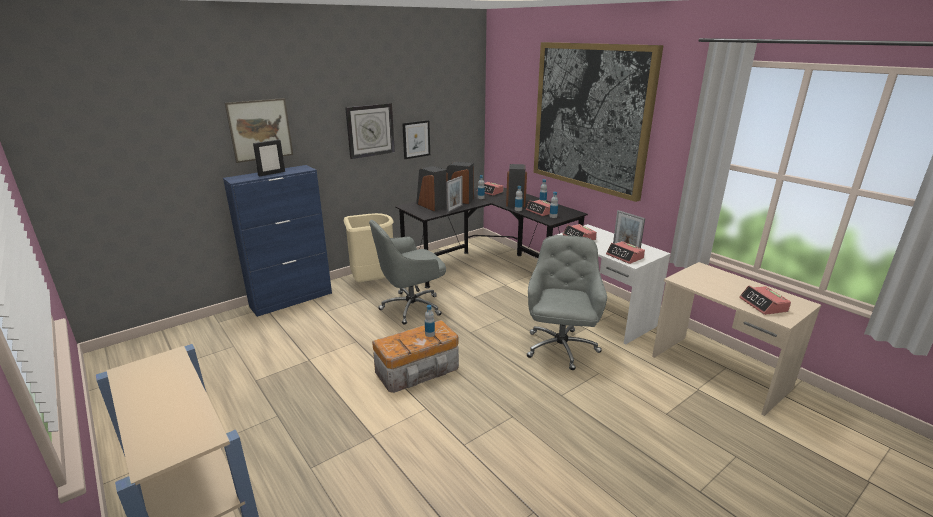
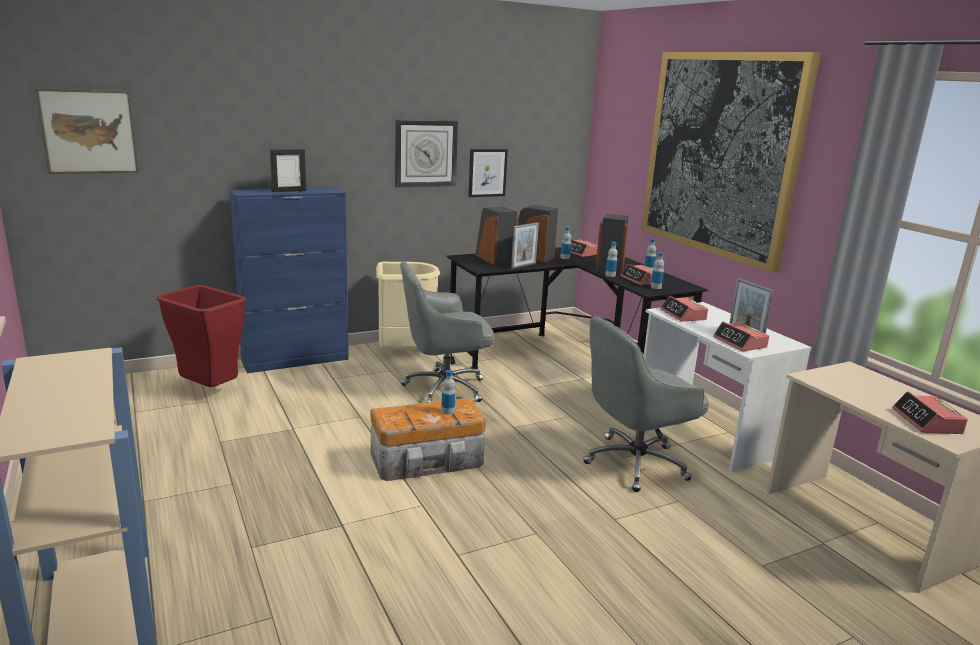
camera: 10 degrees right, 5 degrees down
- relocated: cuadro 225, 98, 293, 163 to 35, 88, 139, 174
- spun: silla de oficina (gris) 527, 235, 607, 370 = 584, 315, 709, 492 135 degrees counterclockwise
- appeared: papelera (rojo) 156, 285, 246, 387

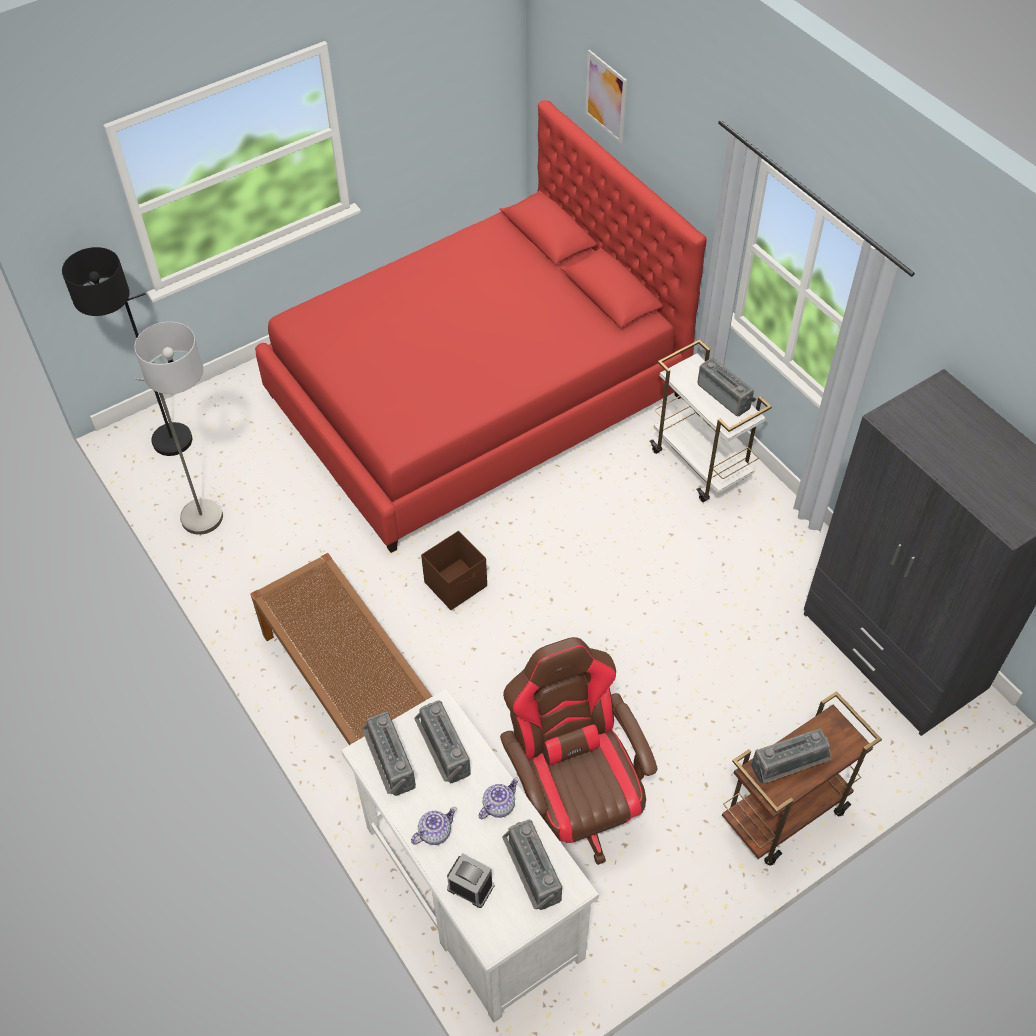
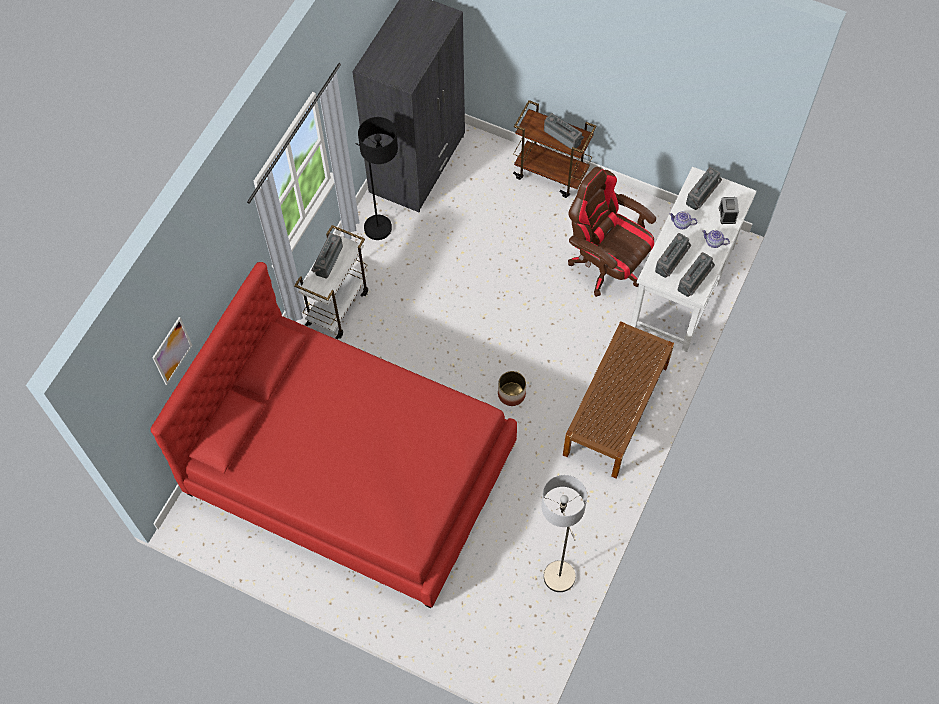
camera: 120 degrees left, 10 degrees up
- relocated: lámpara de pie (negro) 62, 247, 192, 456 to 356, 117, 398, 240
- exchanged: caja de almacenaje (marrón) 421, 531, 487, 610 to maceta 498, 371, 526, 406
- spun: silla de oficina (marrón) 500, 637, 658, 865 = 568, 167, 656, 297 90 degrees clockwise

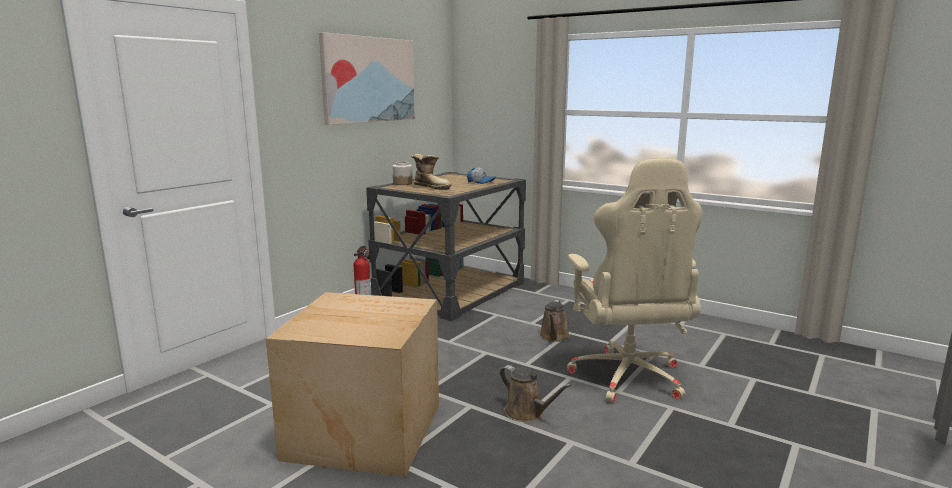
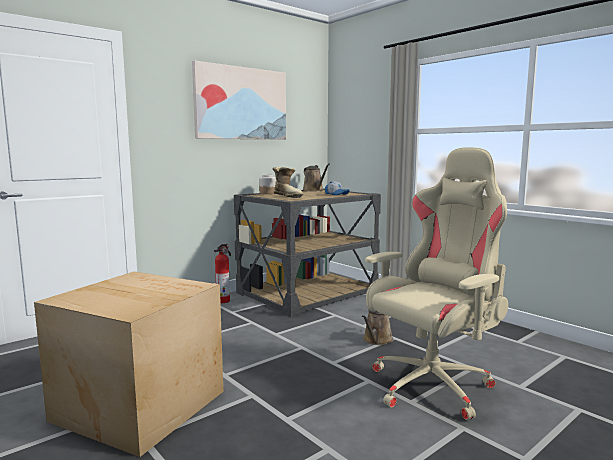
camera: 15 degrees right, 5 degrees down
- relocated: regadera (marrón) 500, 365, 571, 422 to 303, 164, 330, 191
- spun: silla de oficina (beis) 567, 158, 702, 403 = 365, 147, 508, 420 135 degrees counterclockwise

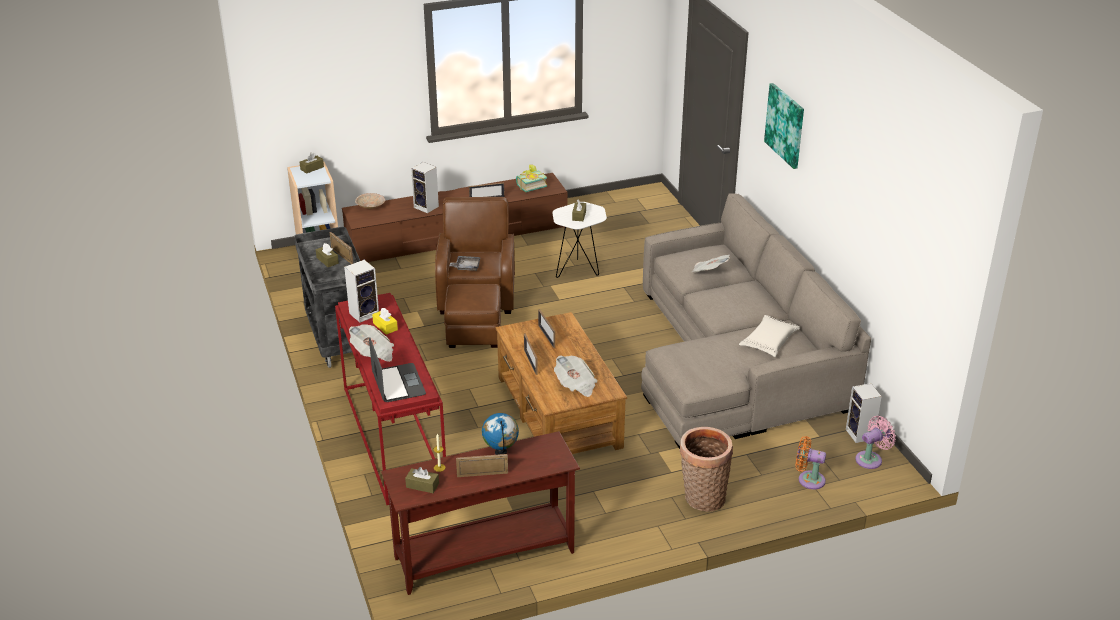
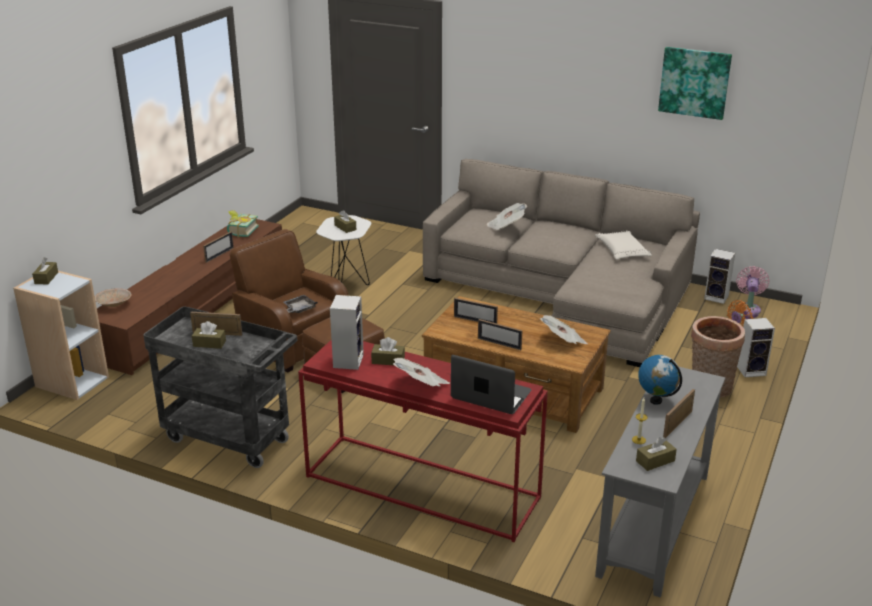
camera: 45 degrees left, 5 degrees down
- colour: caja de pañuelos (amarillo) 372, 308, 398, 335 to caja de pañuelos (marrón) 371, 337, 405, 366
- colour: mesa consola (marrón) 381, 431, 580, 595 to mesa consola (gris) 595, 367, 725, 598
- relocated: altavoz 411, 162, 439, 213 to 737, 318, 775, 377
- relocated: cuadro 764, 83, 804, 169 to 658, 47, 732, 120

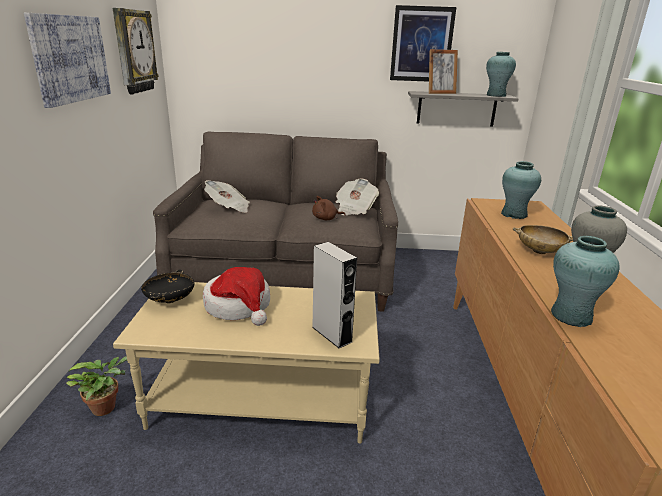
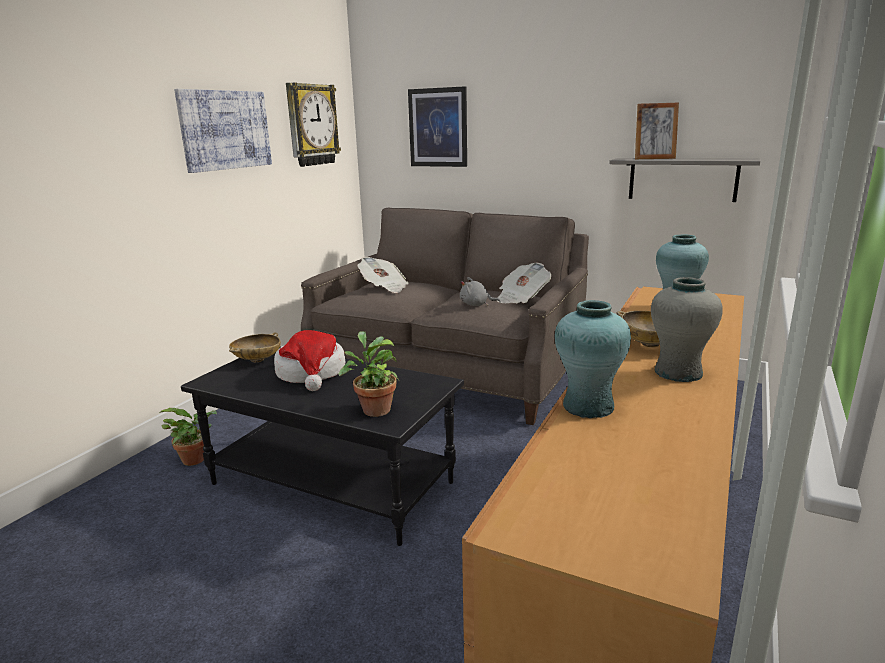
camera: 25 degrees right, 5 degrees down
- colour: mesa de centro (beis) 113, 282, 380, 444 to mesa de centro (negro) 181, 347, 464, 546
- colour: cuenco (negro) 141, 269, 194, 303 to cuenco (beis) 229, 332, 281, 362
- colour: peluche (marrón) 312, 196, 346, 220 to peluche (gris) 460, 277, 501, 306
- exchanged: altavoz (gris) 312, 242, 357, 348 to planta en maceta 338, 331, 399, 417
- relocated: cuadro 390, 5, 456, 82 to 408, 86, 467, 167
- missing: florero (turquesa) 486, 52, 516, 97

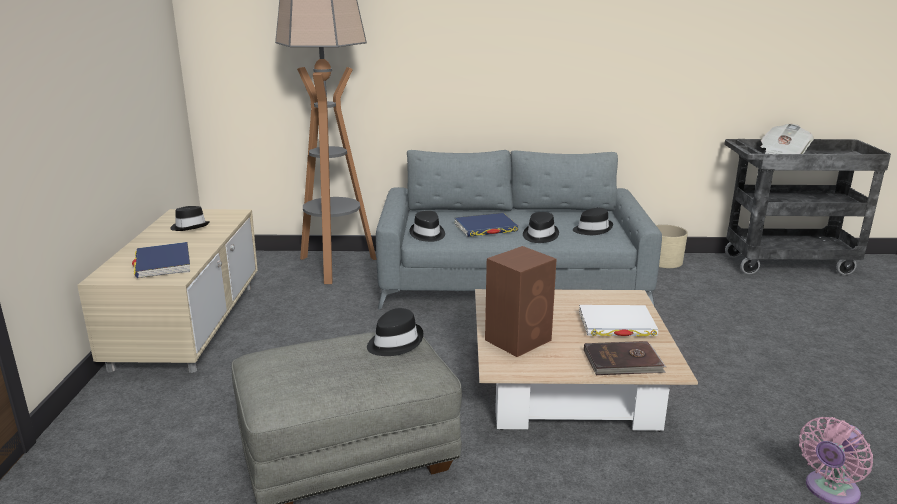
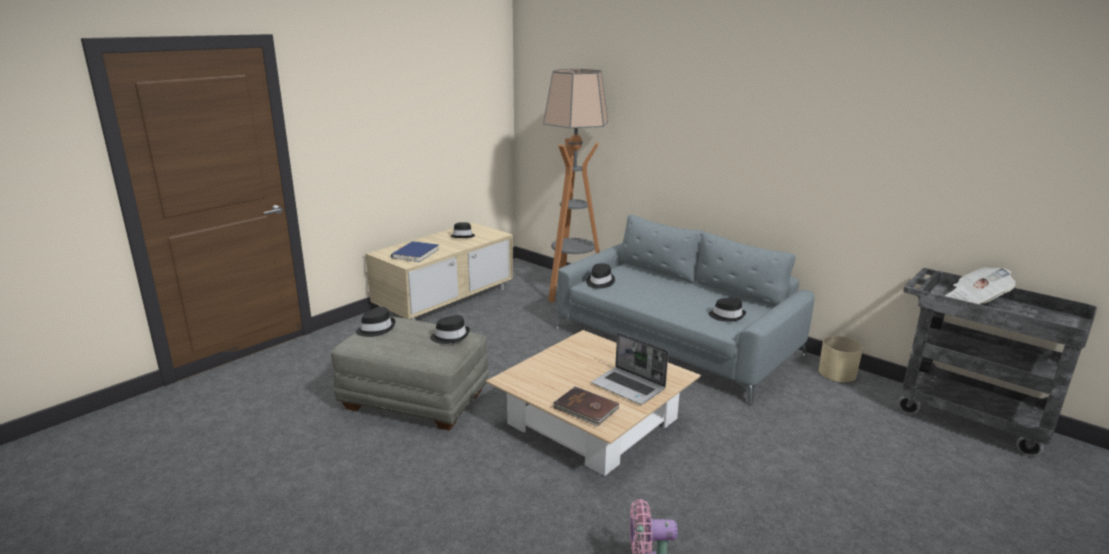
camera: 40 degrees right, 0 degrees up
- missing: libro (azul) 455, 213, 518, 237
- missing: altavoz (marrón) 485, 246, 557, 357
- relocated: sombrero (negro) 523, 212, 559, 243 to 356, 307, 395, 337
- exchanged: libro (blanco) 579, 305, 658, 337 to portátil 591, 332, 668, 405

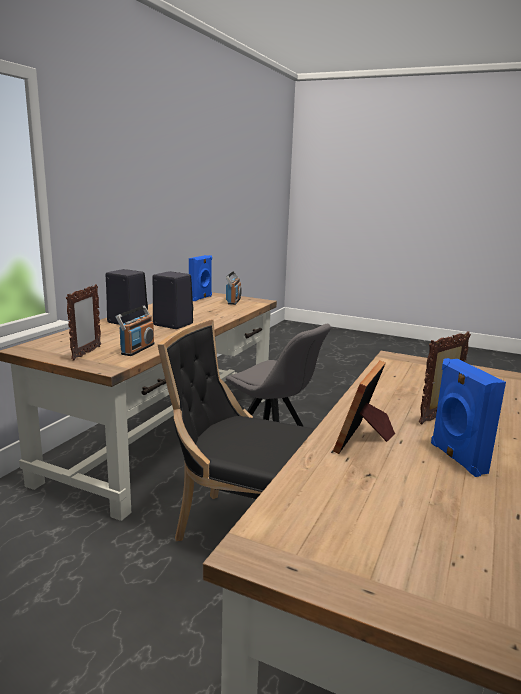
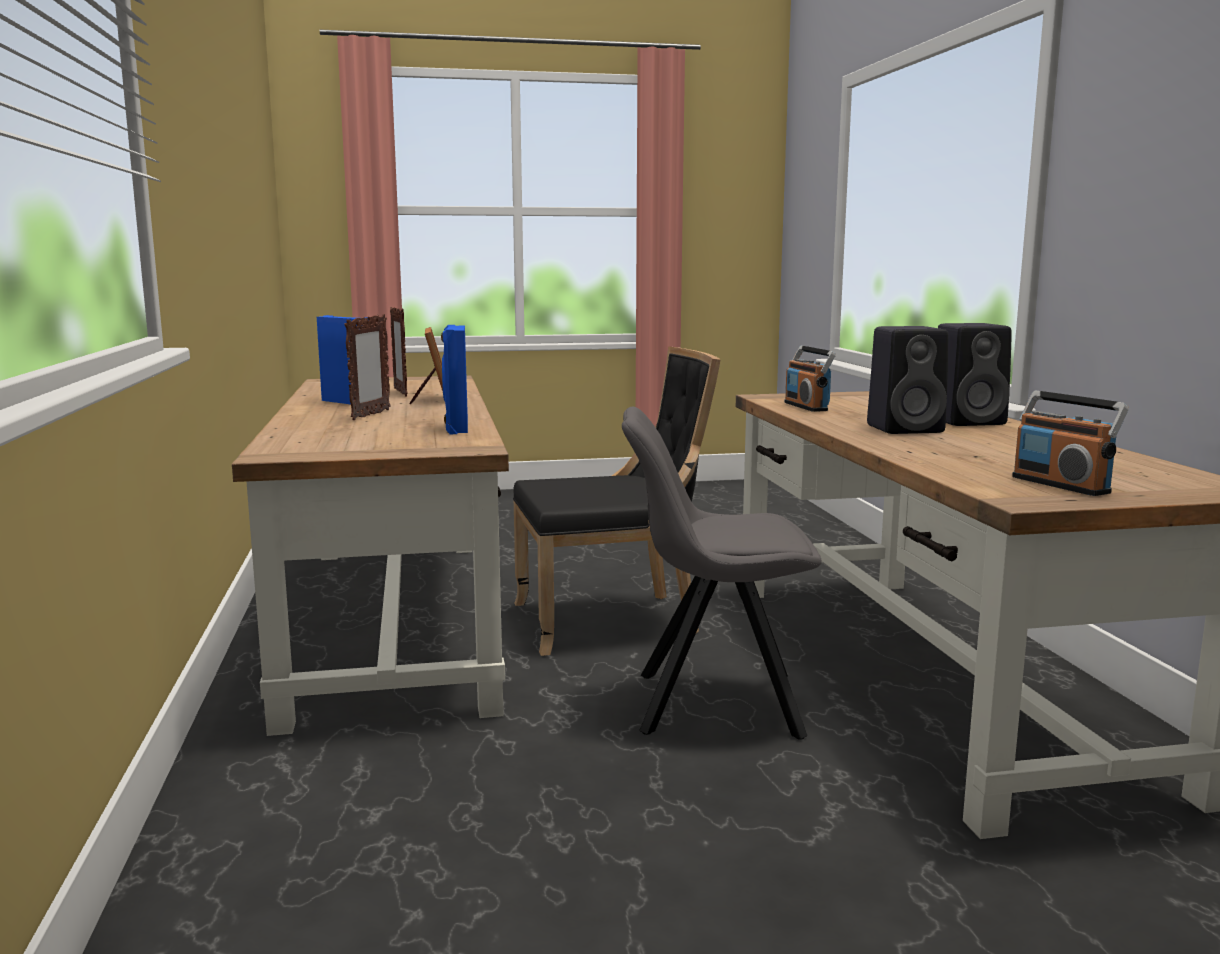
camera: 145 degrees right, 5 degrees down
- relocated: portarretratos 66, 284, 101, 361 to 390, 307, 408, 397
- relocated: altavoz (azul) 189, 255, 212, 301 to 441, 325, 468, 434

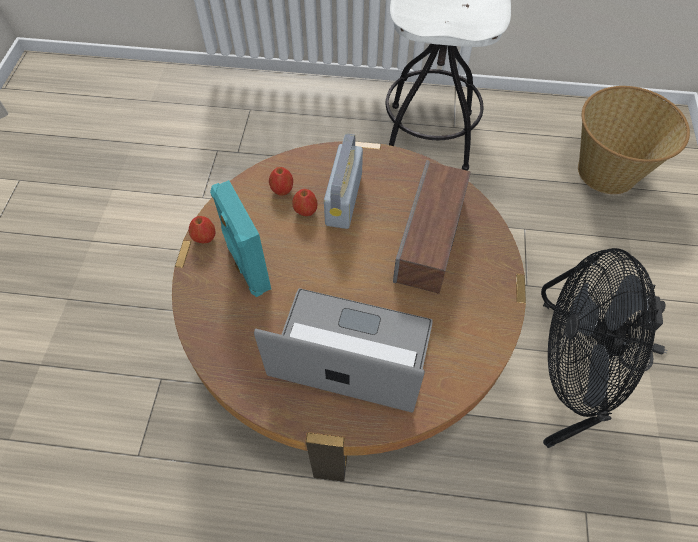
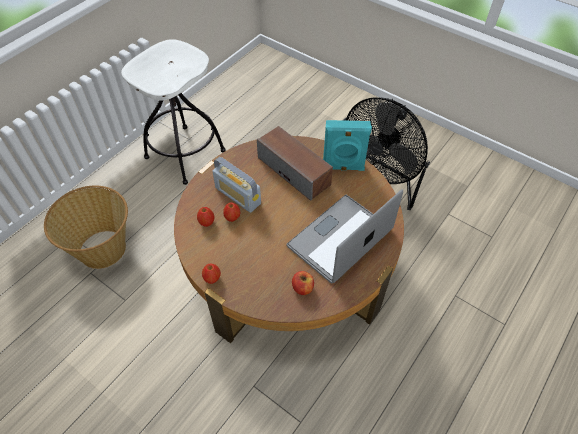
camera: 60 degrees left, 5 degrees down
- relocated: altavoz (turquesa) 210, 180, 271, 297 to 323, 120, 372, 171
- relocated: cesta 578, 86, 690, 194 to 44, 186, 128, 269
- appeared: manzana 292, 271, 314, 295

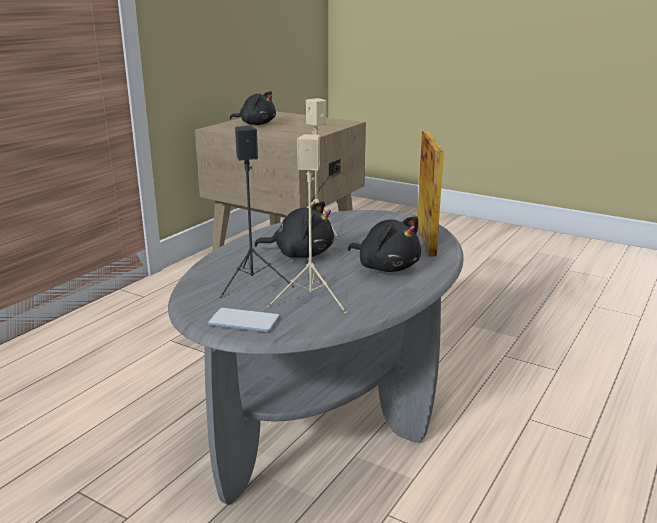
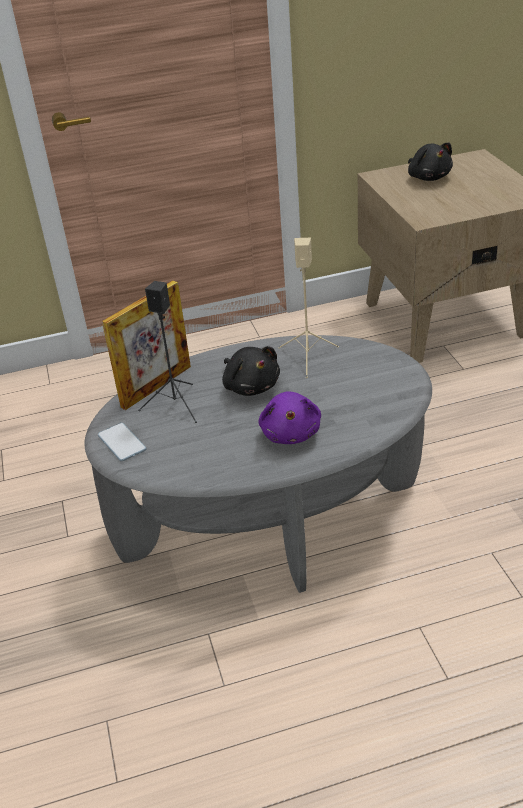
camera: 45 degrees right, 15 degrees up
- missing: altavoz (beis) 267, 134, 347, 313
- colour: peluche (negro) 348, 216, 421, 272 to peluche (morado) 259, 391, 321, 444
- relocated: portarretratos 418, 131, 444, 256 to 102, 280, 191, 410

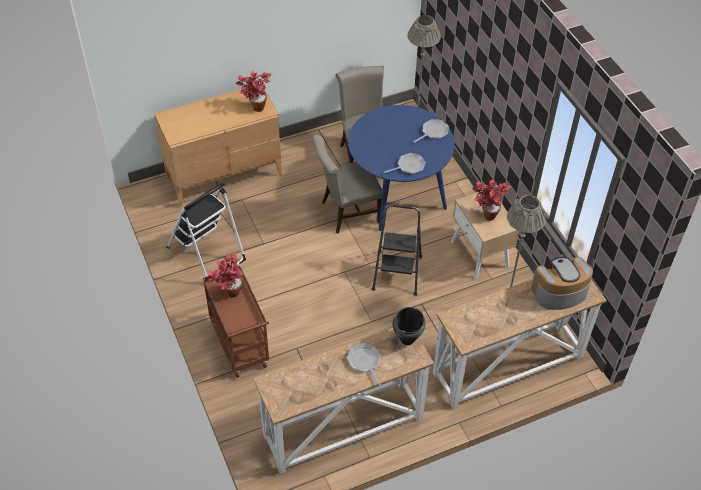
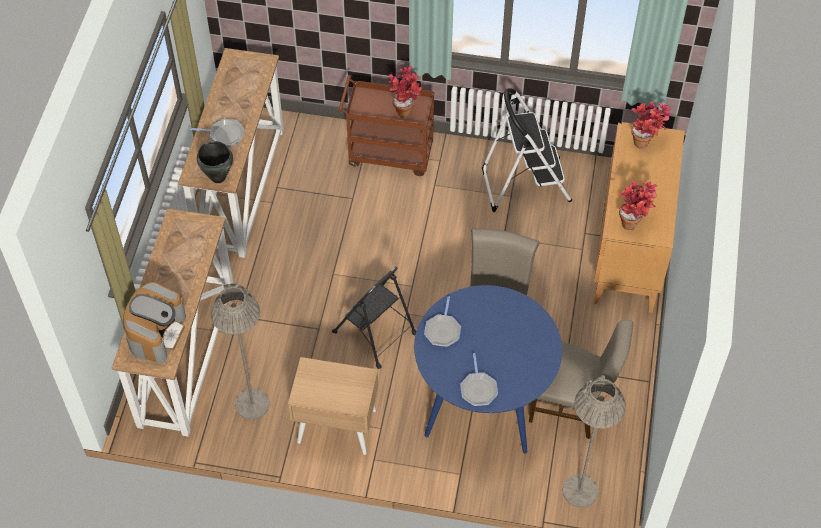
camera: 125 degrees right, 5 degrees up
- relocated: planta en maceta 472, 179, 511, 221 to 631, 102, 671, 148

